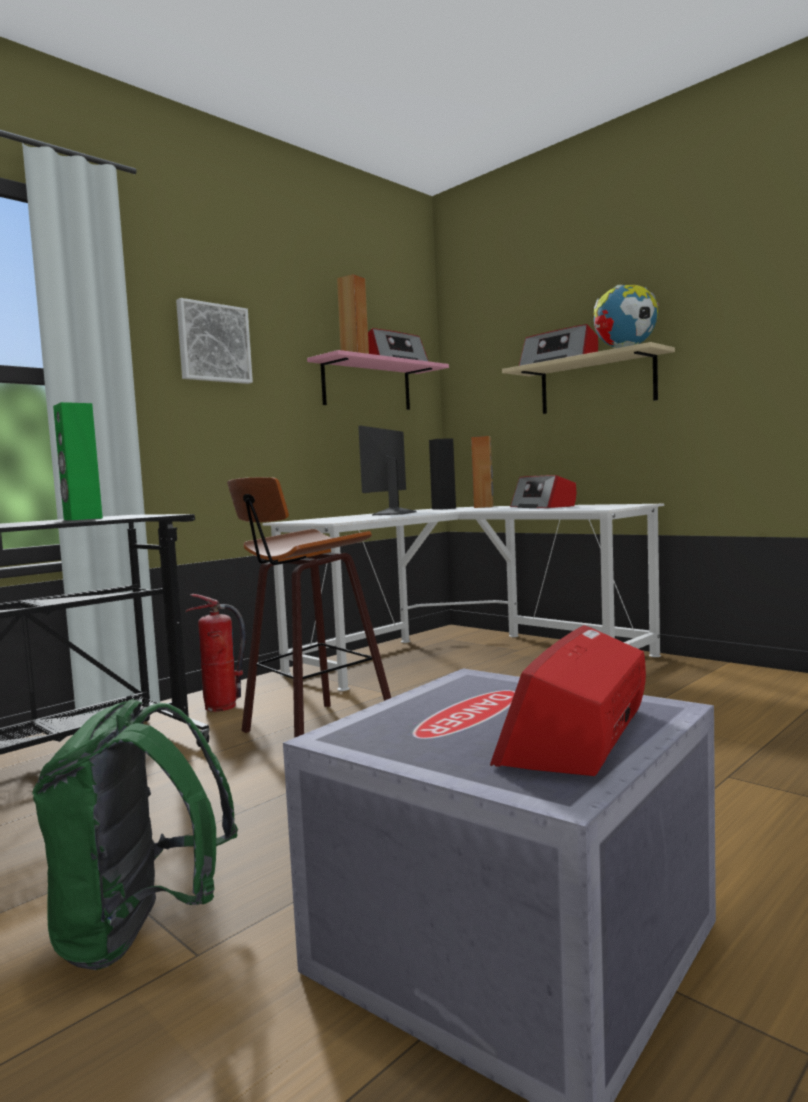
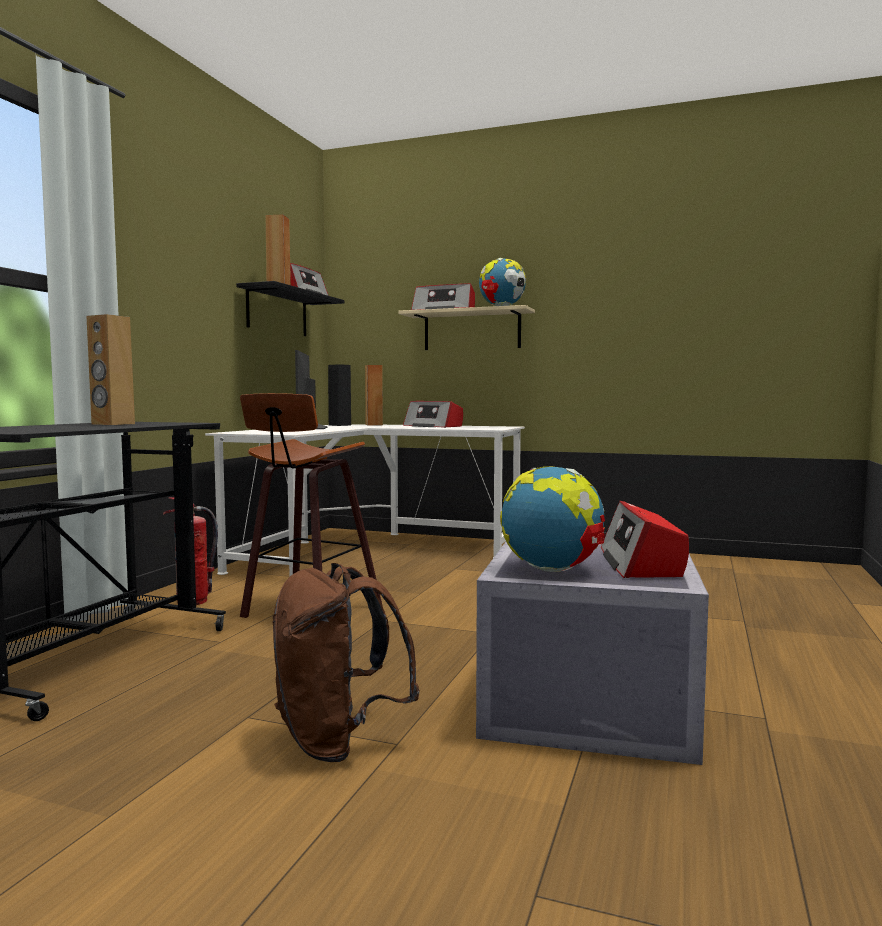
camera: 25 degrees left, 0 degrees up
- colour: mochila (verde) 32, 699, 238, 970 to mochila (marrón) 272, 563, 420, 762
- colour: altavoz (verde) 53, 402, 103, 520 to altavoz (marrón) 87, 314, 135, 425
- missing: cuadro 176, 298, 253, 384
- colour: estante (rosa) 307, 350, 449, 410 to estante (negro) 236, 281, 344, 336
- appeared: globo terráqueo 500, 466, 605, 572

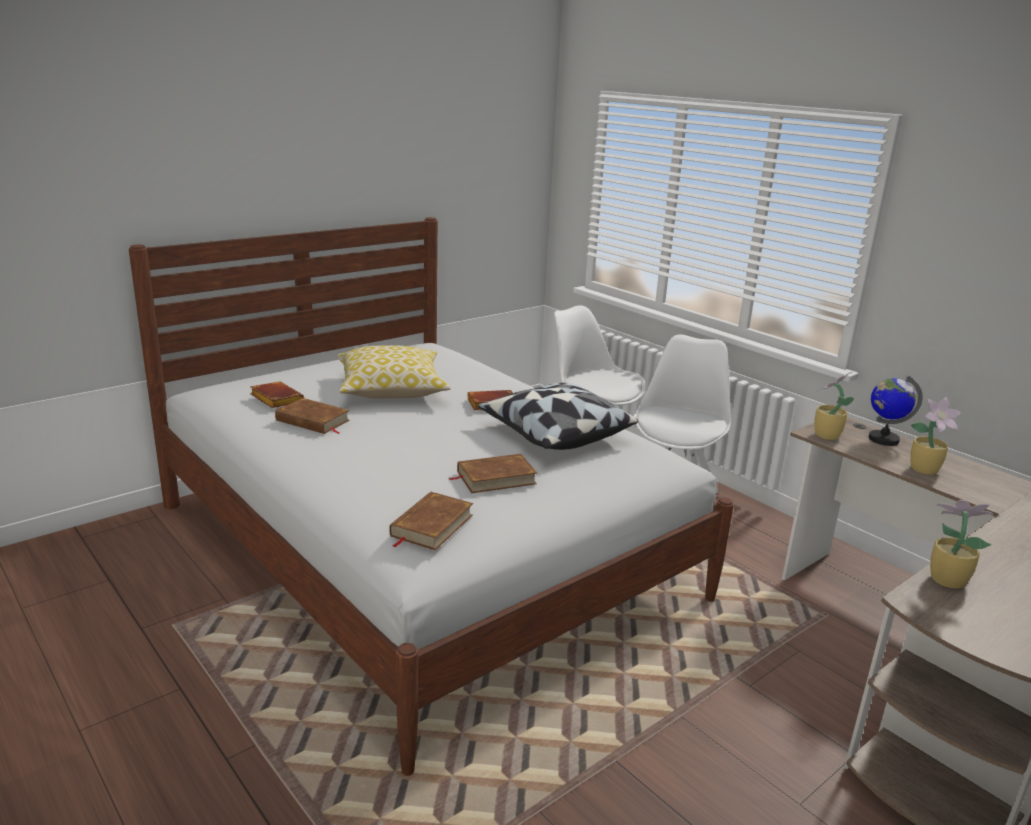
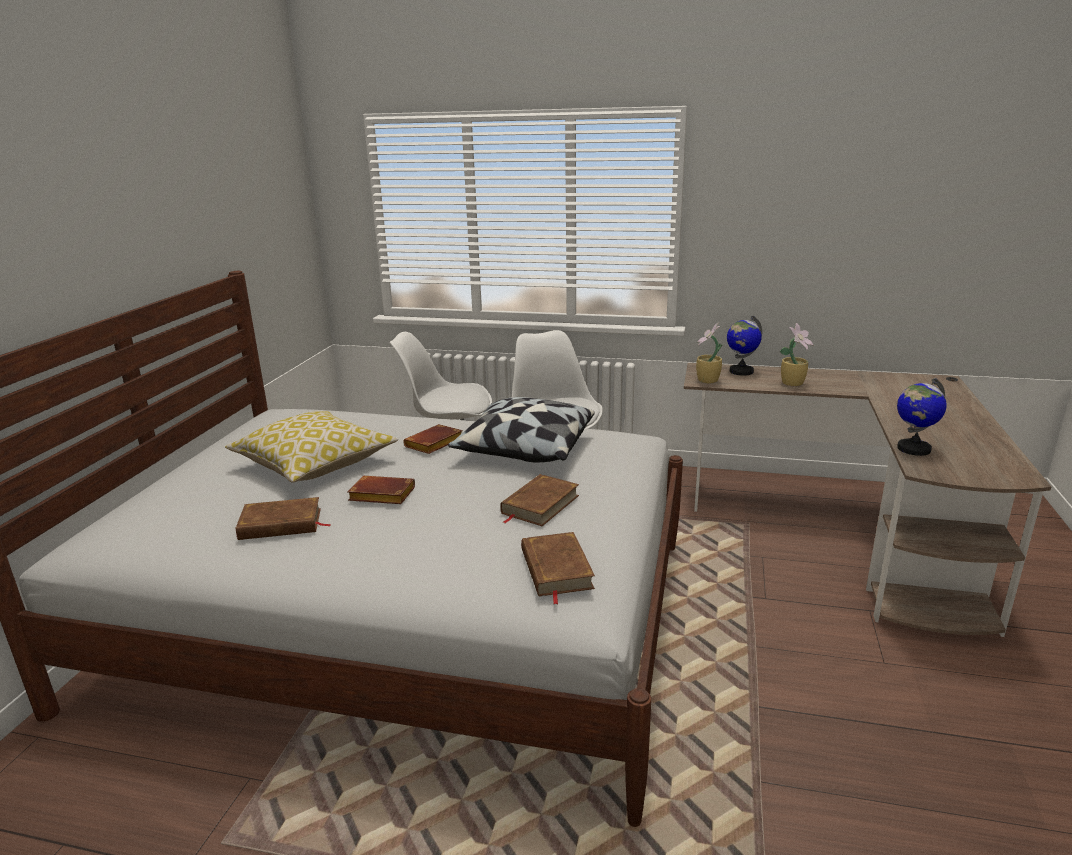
camera: 35 degrees left, 0 degrees up
- relocated: libro (marrón) 250, 381, 304, 408 to 347, 476, 415, 504
- exchanged: planta en maceta 930, 500, 993, 589 to globo terráqueo 897, 378, 947, 456

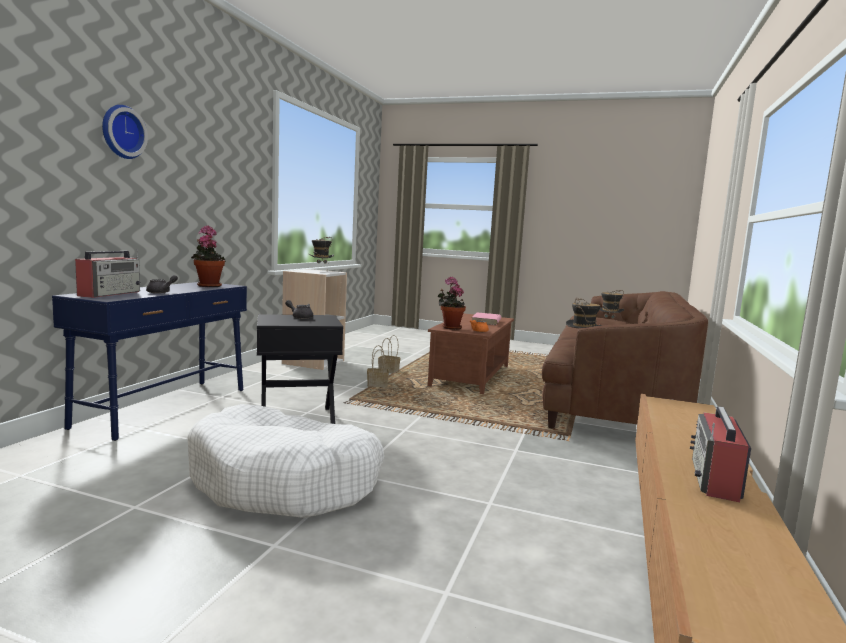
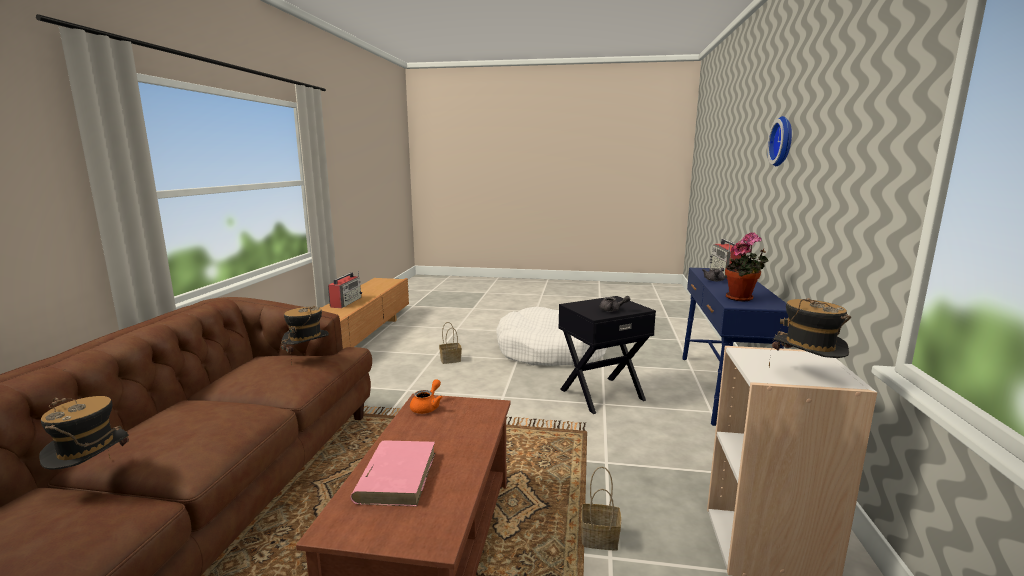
camera: 170 degrees right, 5 degrees up
- relocated: cesta 367, 345, 389, 387 to 439, 322, 462, 364
- missing: planta en maceta 438, 277, 466, 330

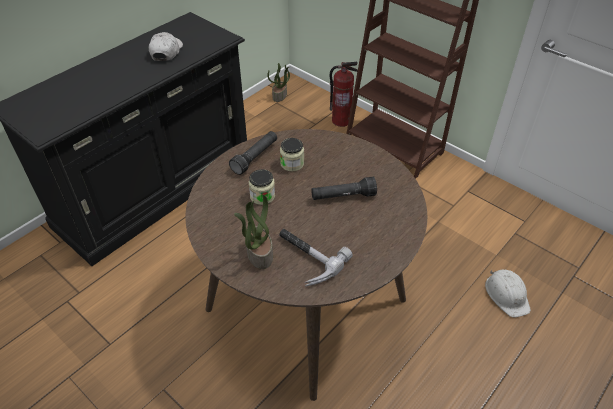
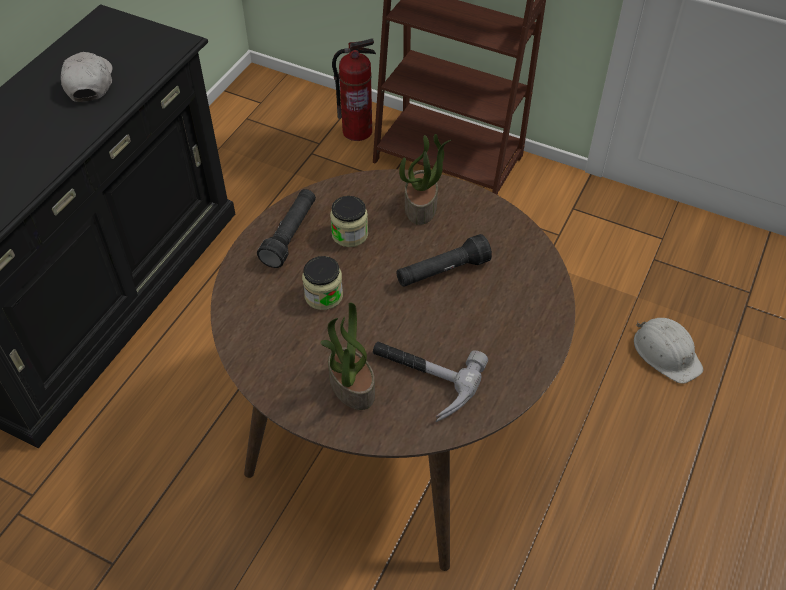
camera: 15 degrees left, 5 degrees up
- relocated: planta en maceta 267, 63, 290, 102 to 399, 134, 451, 225

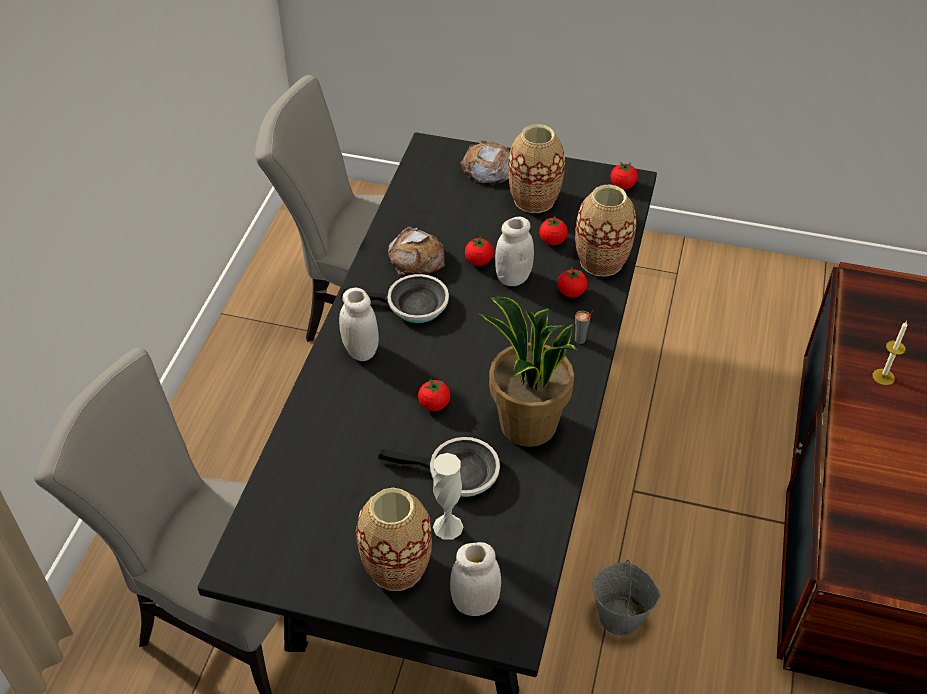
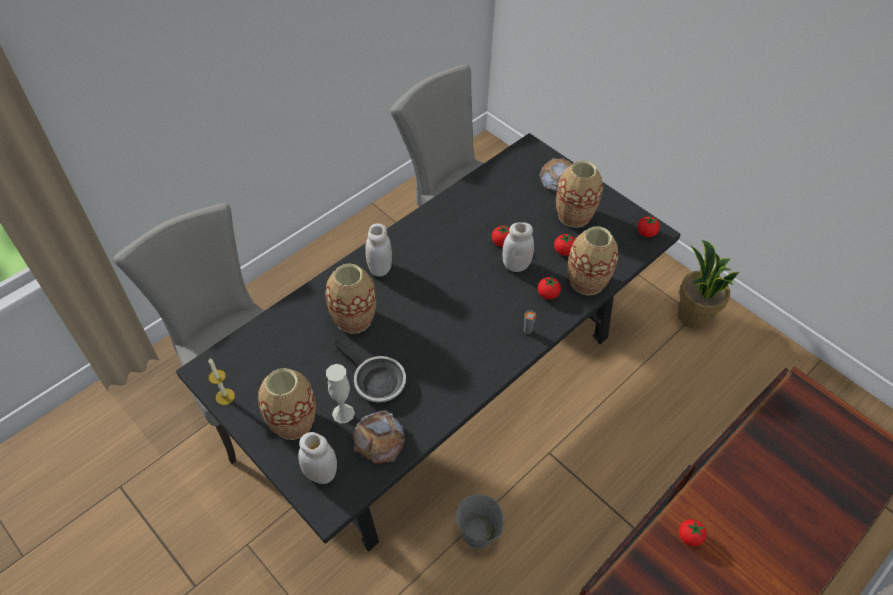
camera: 30 degrees right, 5 degrees up
- missing: sartén 341, 274, 449, 323
- relocated: pan 388, 227, 445, 275 to 353, 410, 405, 464
- relocated: tomate 418, 379, 450, 411 to 679, 519, 706, 547
- relocated: planta en maceta 479, 297, 578, 447 to 678, 240, 739, 329
- relocated: vela 873, 321, 908, 385 to 209, 358, 235, 405
- appeared: florero 325, 263, 376, 334

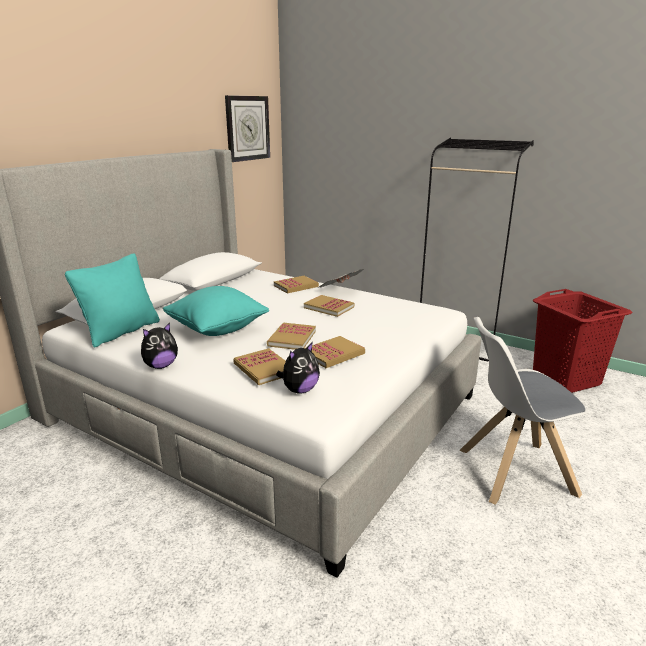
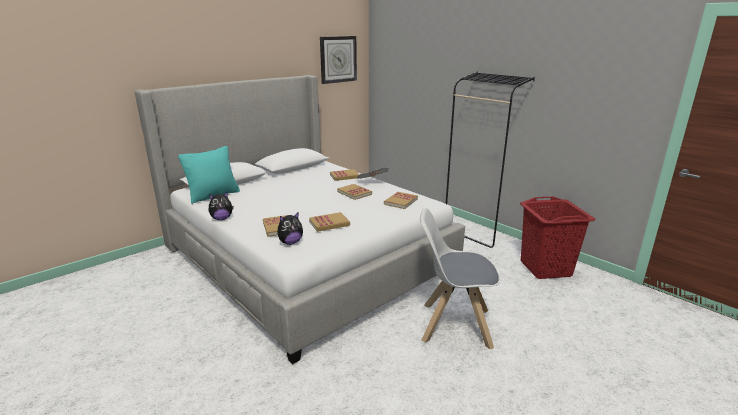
camera: 15 degrees right, 0 degrees up
- missing: cojín (turquesa) 163, 286, 269, 336
- relocated: libro 267, 323, 316, 350 to 384, 192, 418, 209

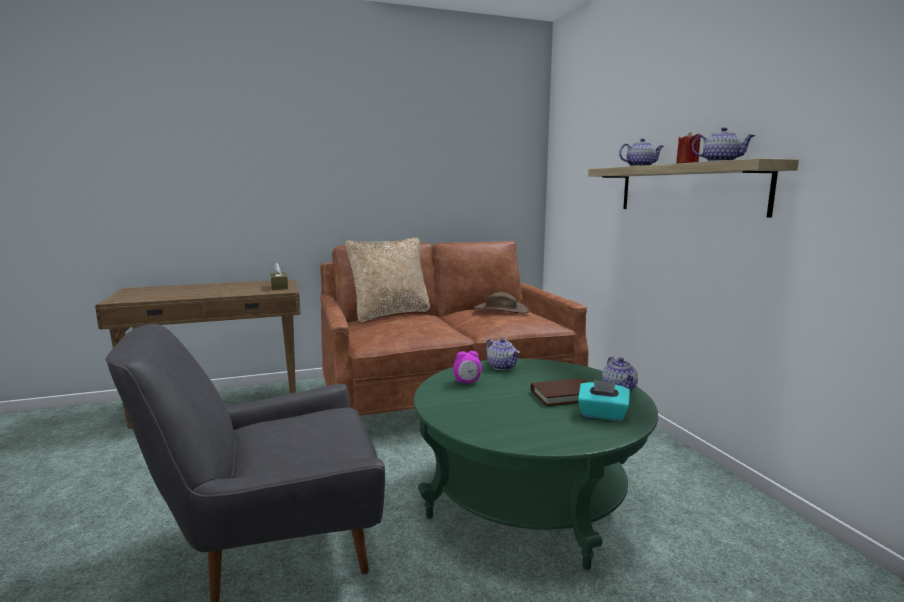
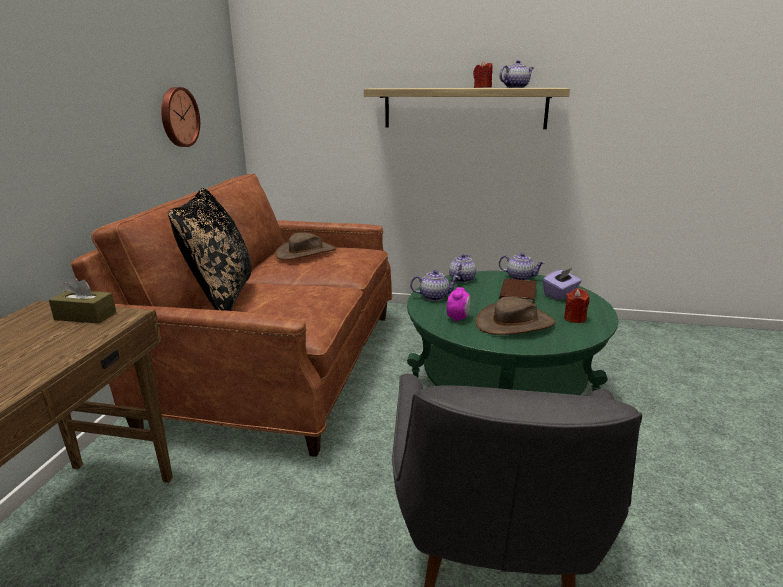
camera: 60 degrees left, 10 degrees up
- colour: cojín (beis) 345, 237, 430, 322 to cojín (negro) 168, 188, 251, 311
- colour: caja de pañuelos (turquesa) 578, 380, 630, 421 to caja de pañuelos (morado) 543, 268, 582, 301
- relocated: tetera 619, 138, 664, 166 to 449, 254, 476, 283
- appeared: reloj de pared 161, 87, 200, 147
- appeared: sombrero (marrón) 476, 296, 556, 335
- appeared: vela (rojo) 564, 288, 590, 323

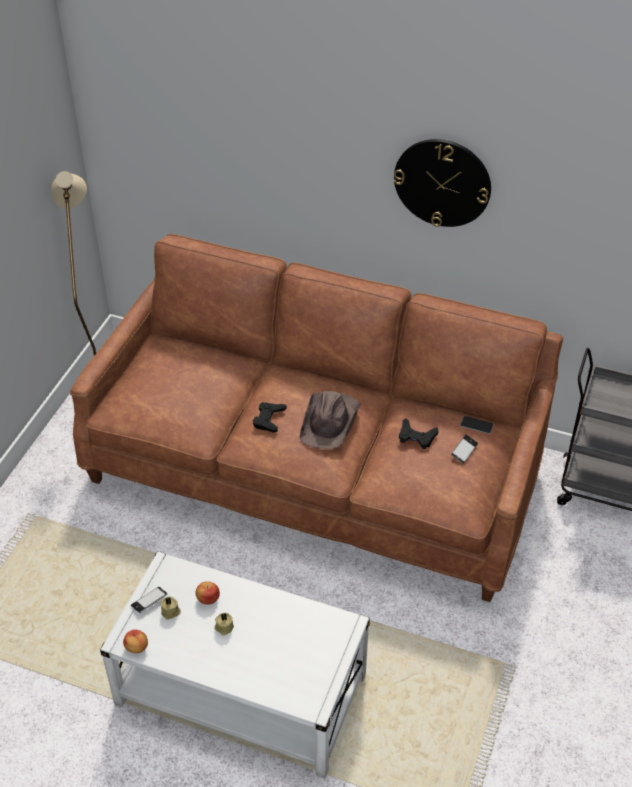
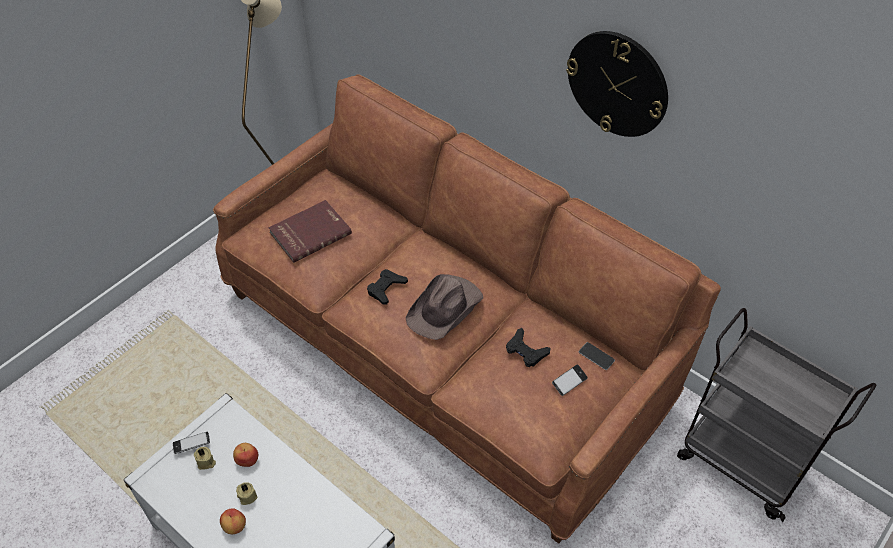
camera: 20 degrees right, 5 degrees up
- relocated: manzana 123, 629, 148, 653 to 220, 508, 246, 534
- appeared: libro (rojo) 268, 200, 352, 263

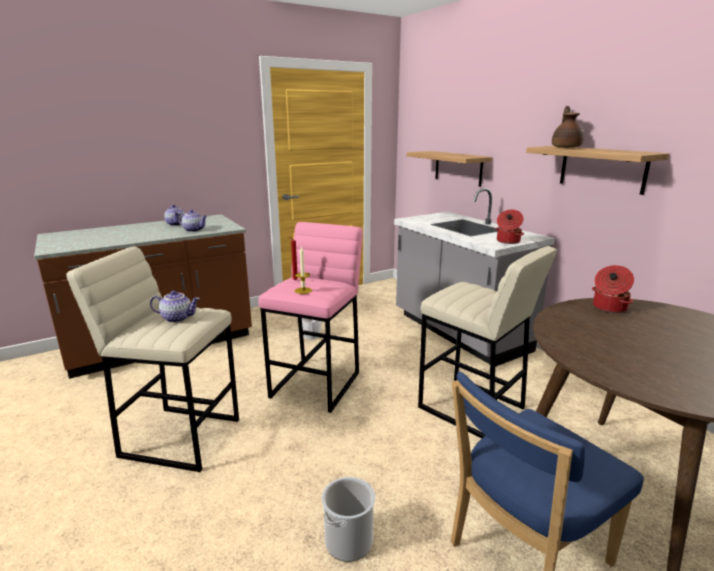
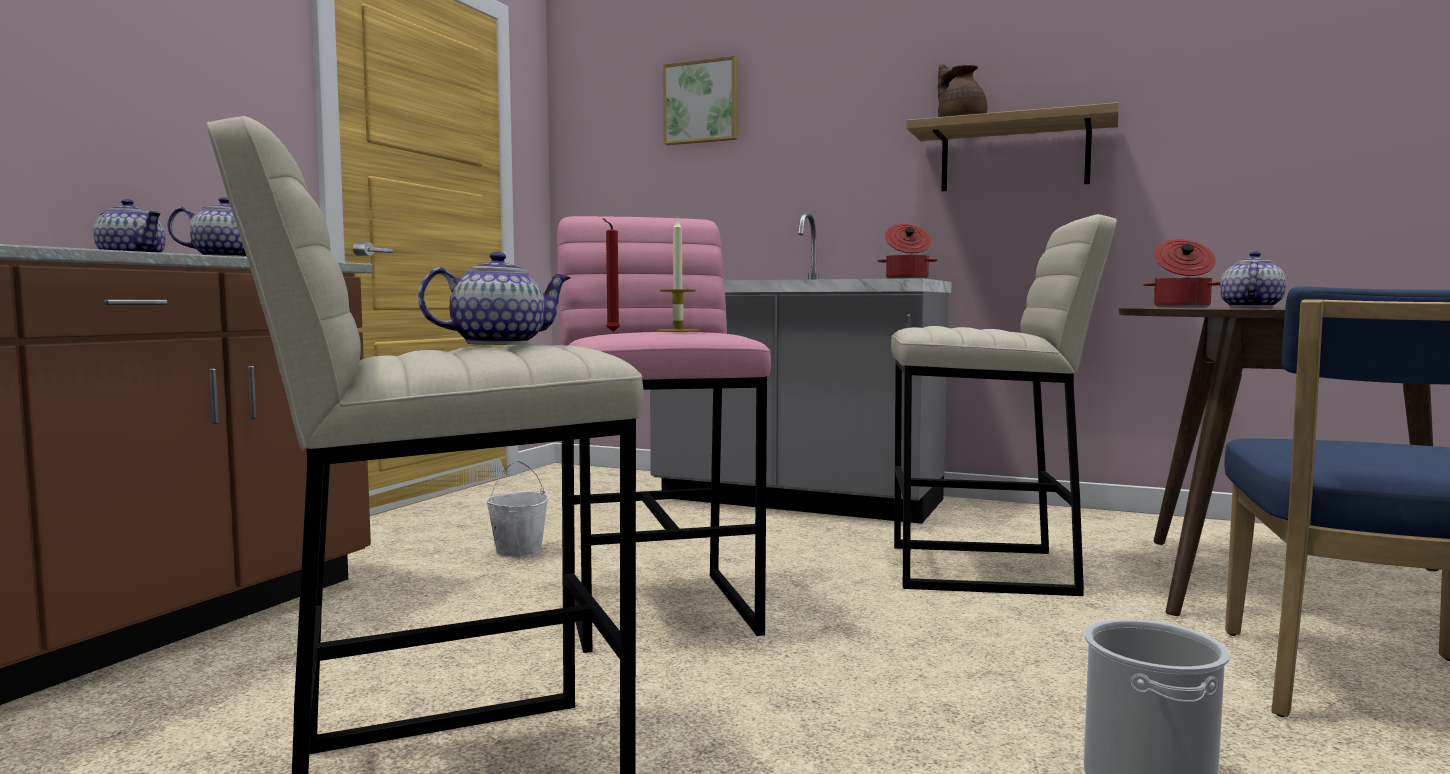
camera: 35 degrees left, 15 degrees down
- missing: estante 407, 151, 492, 187
- appeared: cuadro 663, 56, 738, 145
- appeared: tetera 1220, 251, 1286, 308

